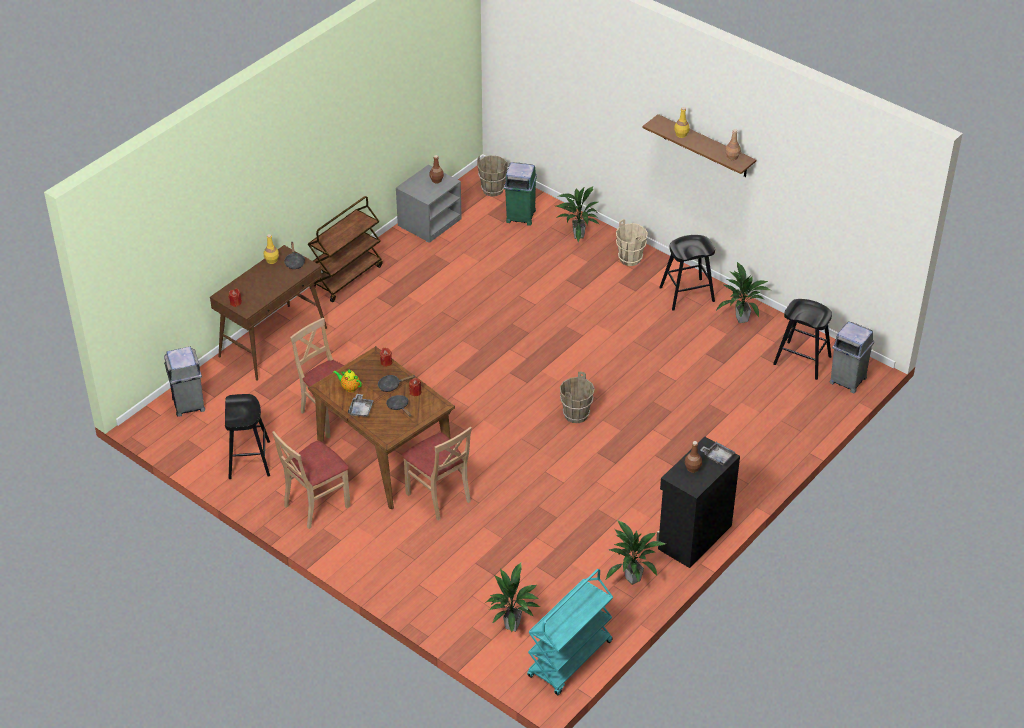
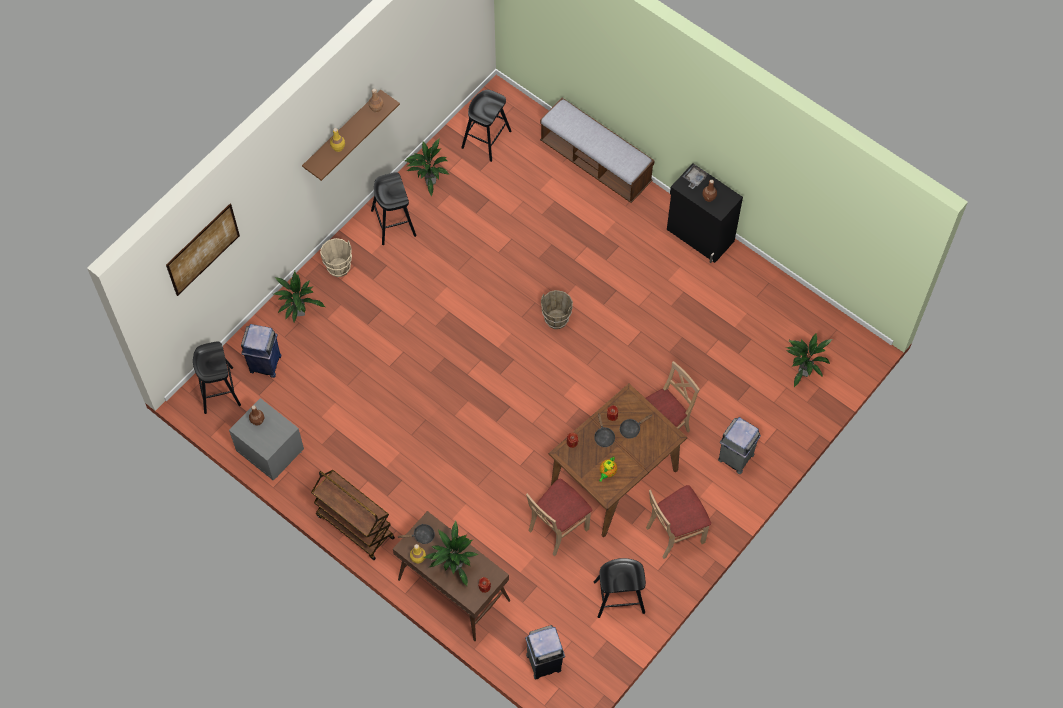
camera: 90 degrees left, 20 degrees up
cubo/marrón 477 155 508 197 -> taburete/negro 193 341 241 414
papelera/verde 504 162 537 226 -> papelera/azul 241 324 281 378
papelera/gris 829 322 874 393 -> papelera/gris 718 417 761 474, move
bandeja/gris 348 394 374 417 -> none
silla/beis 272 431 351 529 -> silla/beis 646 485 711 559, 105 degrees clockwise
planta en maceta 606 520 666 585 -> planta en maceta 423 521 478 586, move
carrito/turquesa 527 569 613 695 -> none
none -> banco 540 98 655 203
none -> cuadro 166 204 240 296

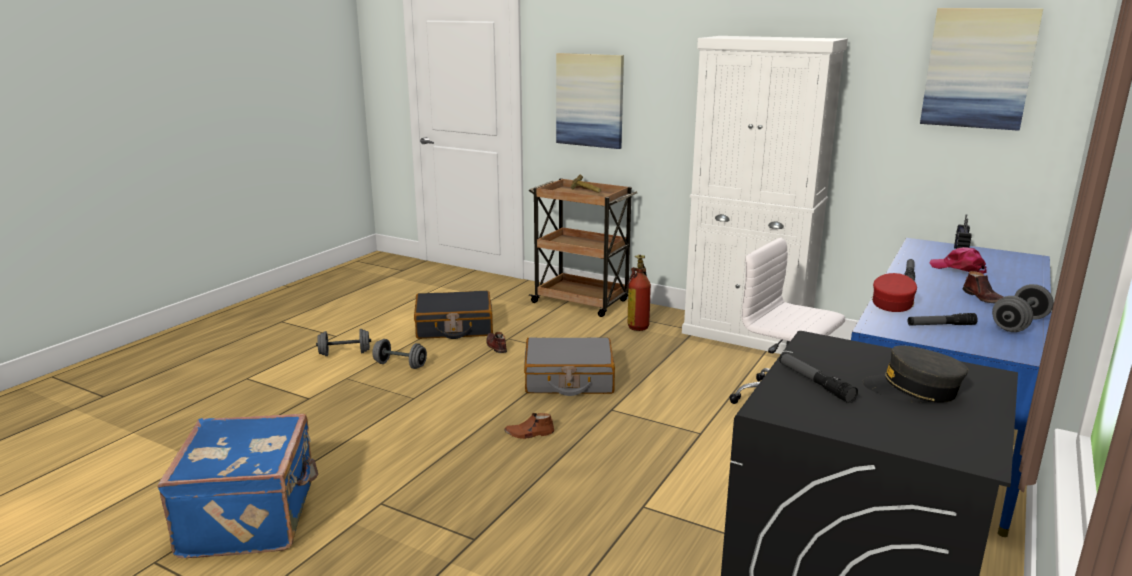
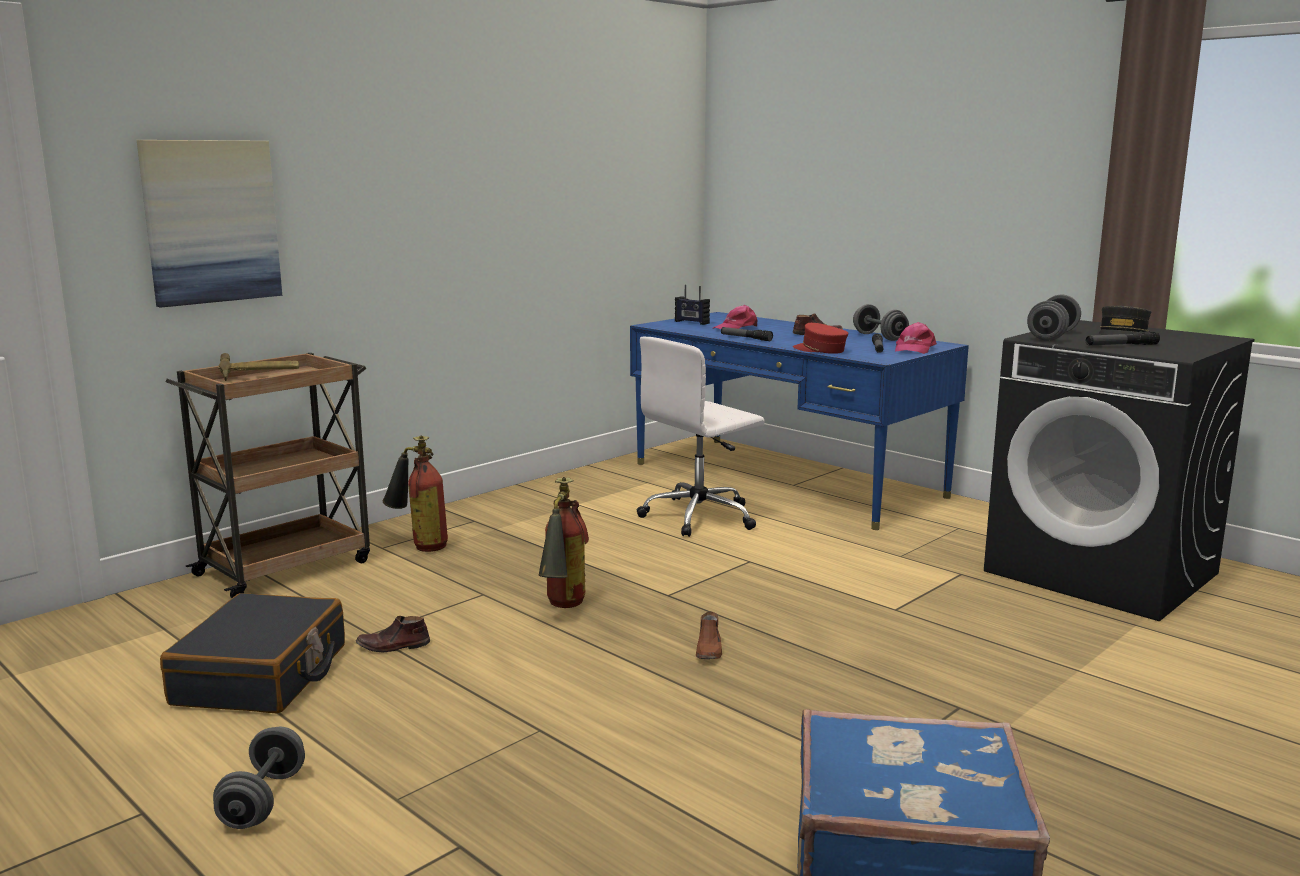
camera: 75 degrees left, 5 degrees down
cuadro 920 8 1043 131 -> none
armario/blanco 682 36 848 354 -> none
maleta/gris 524 337 615 396 -> extintor 539 477 589 608
mancuerna/gris 372 339 427 369 -> mancuerna/gris 1027 295 1081 341, move
none -> gorra/rosa 895 322 937 354

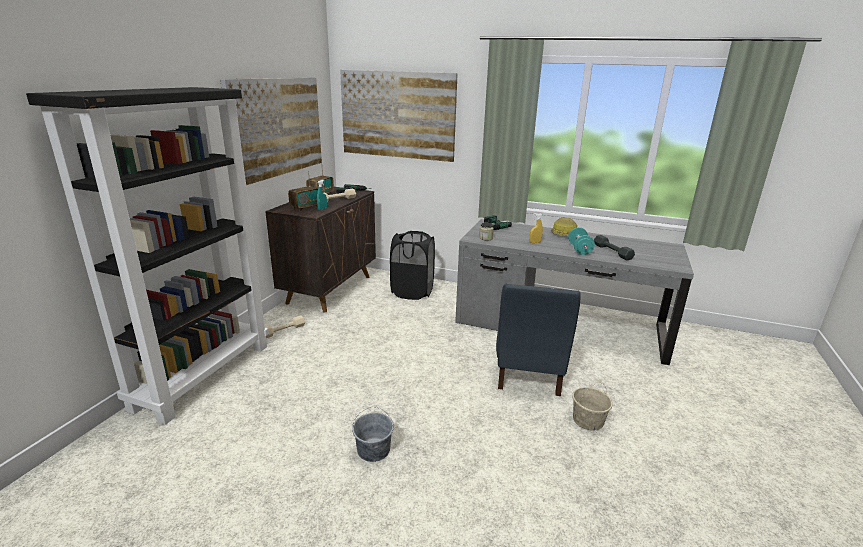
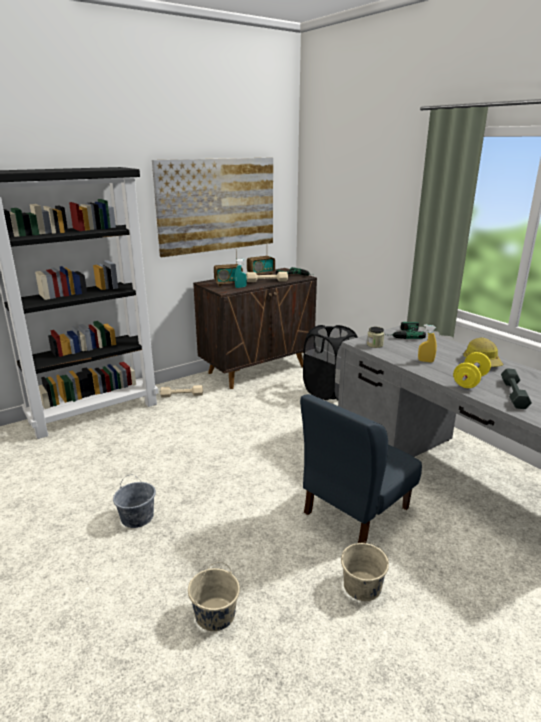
camera: 35 degrees right, 0 degrees up
cuadro 340 70 458 162 -> none
mancuerna/turquesa 568 227 595 255 -> mancuerna/amarillo 453 352 491 388
none -> cubo/beis 188 562 240 631

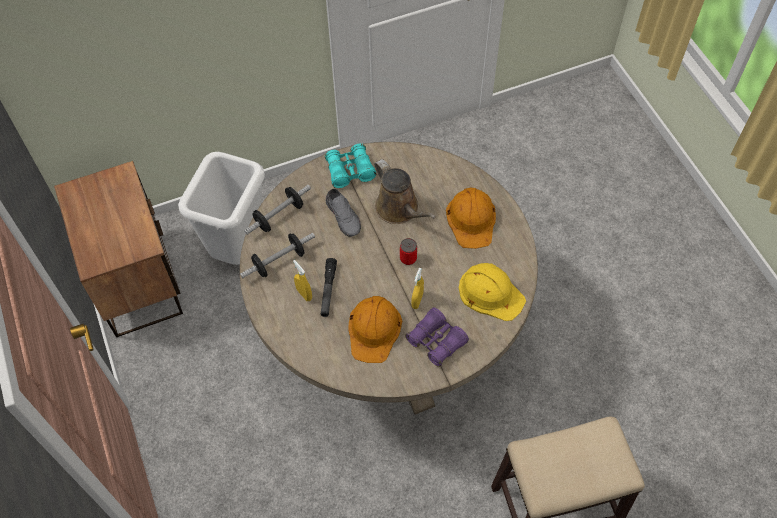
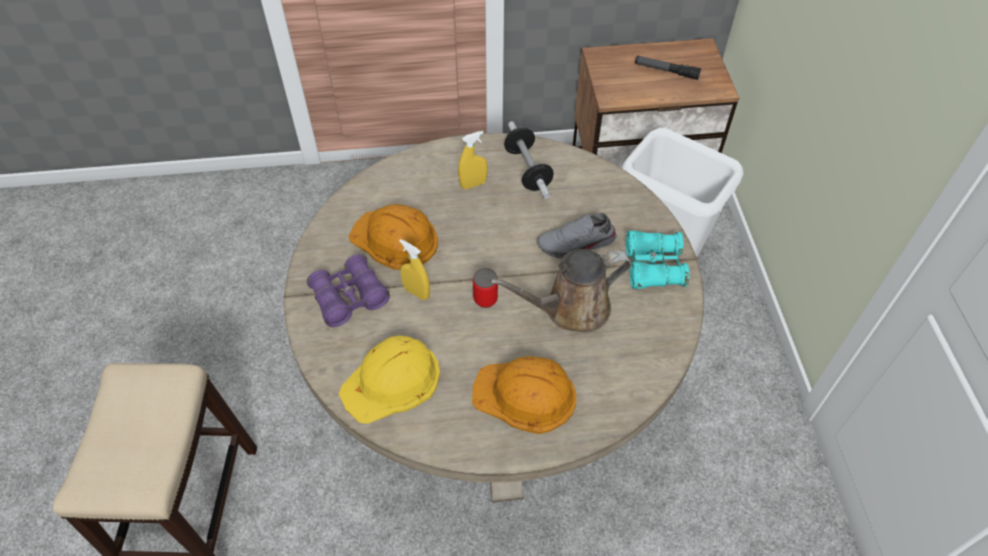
camera: 105 degrees right, 5 degrees down
mancuerna 244 185 311 235 -> none
linterna 321 258 337 317 -> linterna 635 56 701 80, move

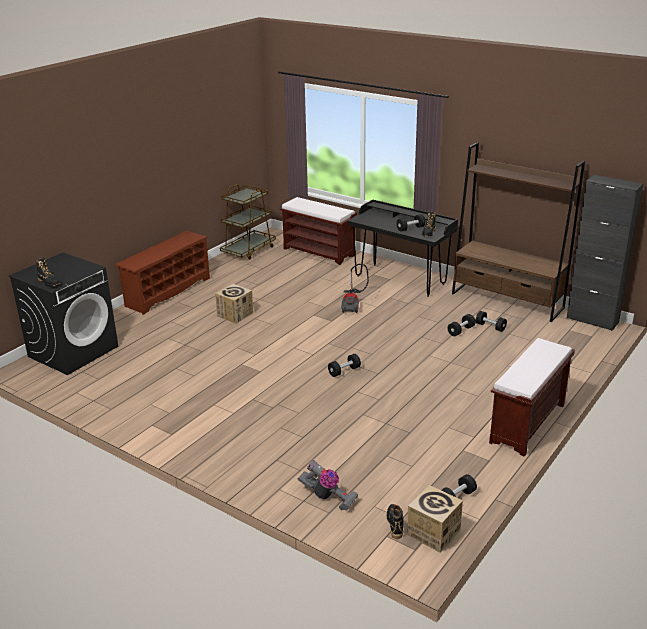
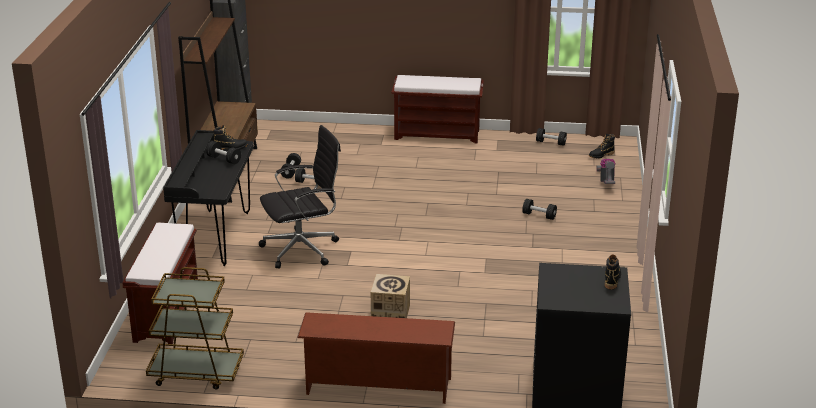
camera: 120 degrees left, 0 degrees up
aspiradora 341 264 369 313 -> silla de oficina/negro 259 125 341 268
mancuerna/negro 328 354 361 377 -> mancuerna/negro 522 199 557 220, move
caja de cartón 408 485 463 552 -> none

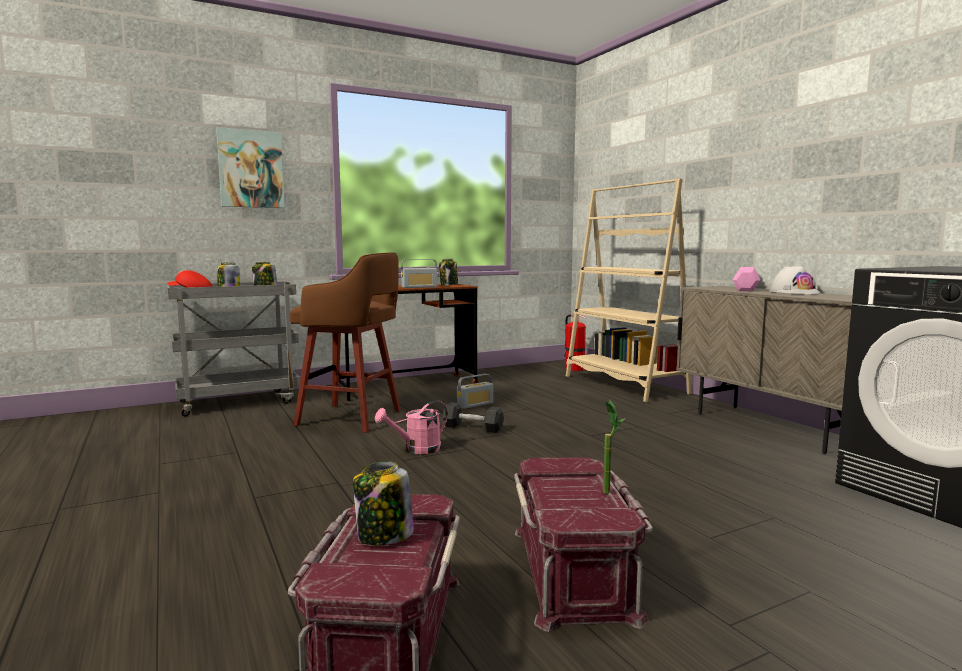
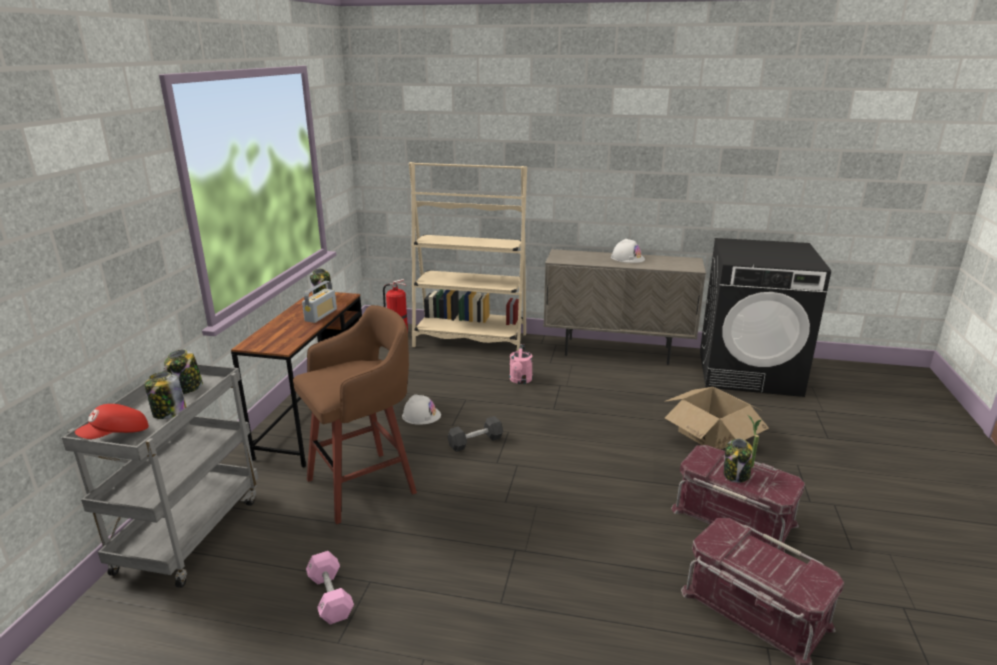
camera: 50 degrees left, 15 degrees up
cuadro 216 127 285 208 -> none
mancuerna/rosa 732 267 760 291 -> mancuerna/rosa 306 551 354 625, move
radio 457 374 493 409 -> casco/blanco 402 394 441 425
regadera/rosa 375 400 448 454 -> regadera/rosa 510 344 533 384, move
tarro 353 461 414 546 -> tarro 724 438 753 483, move
none -> caja de cartón 664 387 769 450

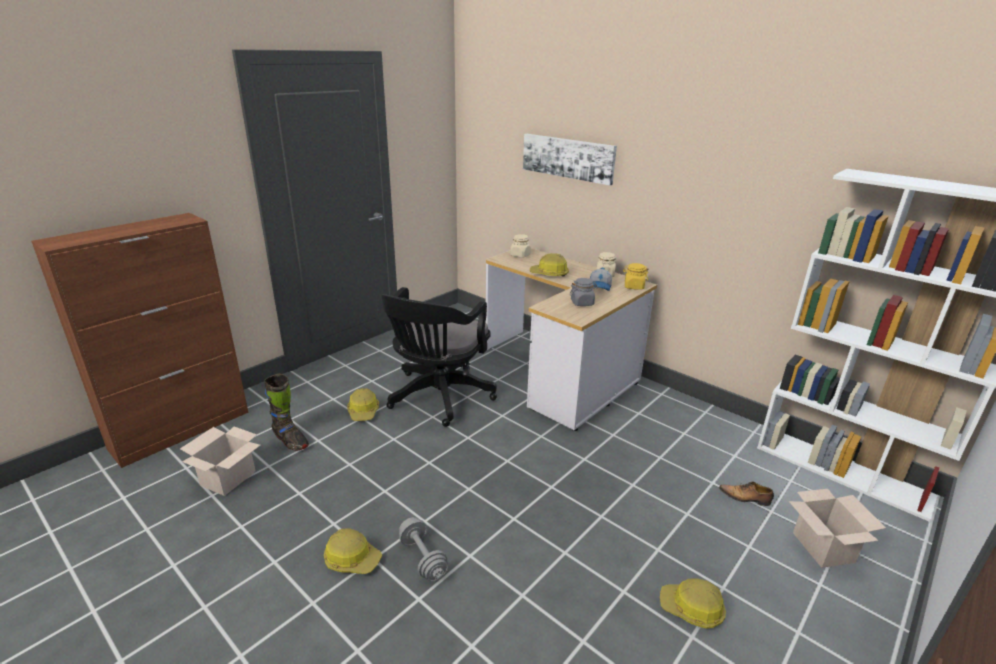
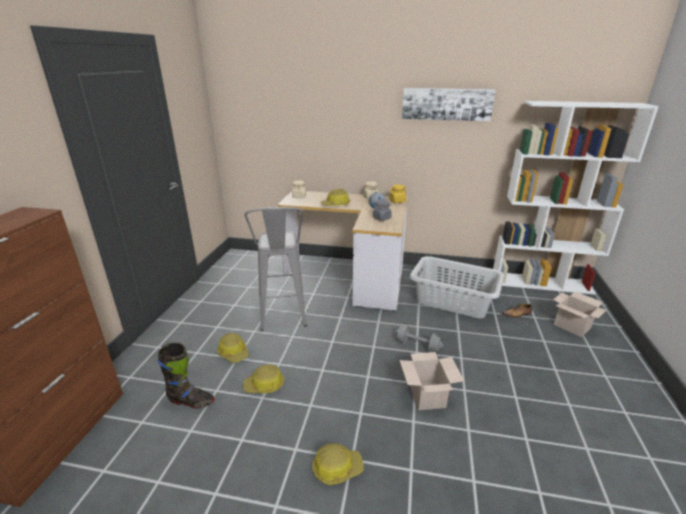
camera: 30 degrees left, 0 degrees up
cuadro 523 134 617 185 -> cuadro 402 88 496 121, move
silla de oficina/negro 381 287 497 427 -> taburete/gris 244 207 307 331
caja de cartón 180 426 260 496 -> caja de cartón 399 352 464 410, move
mancuerna/gris 399 517 448 582 -> mancuerna/gris 395 325 444 352, move
casco 660 578 726 629 -> casco 243 364 284 393, move
none -> cesto de la ropa/gris 410 256 504 319

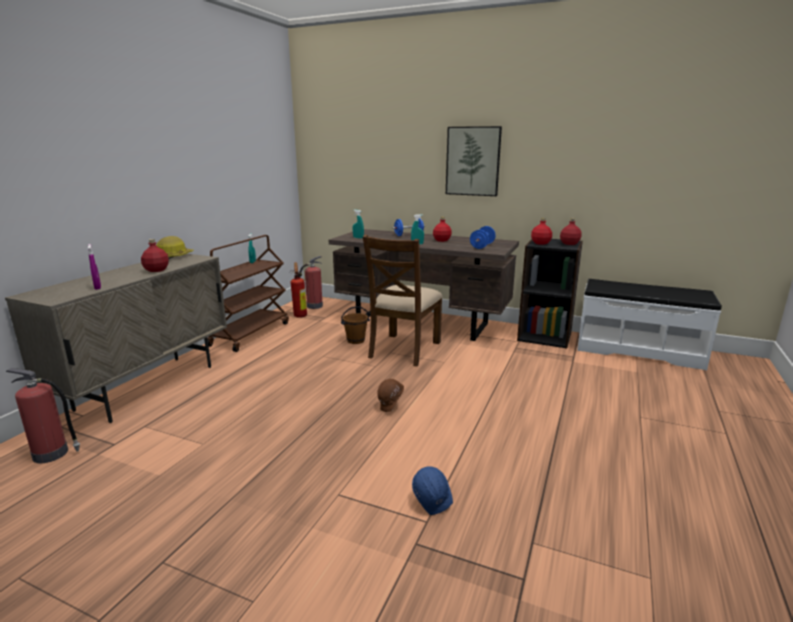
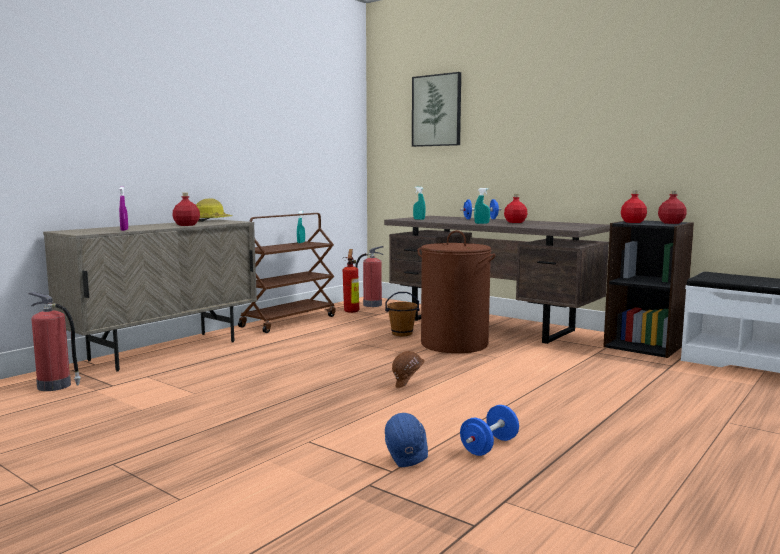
camera: 15 degrees right, 10 degrees down
cuadro 446 126 502 196 -> cuadro 412 72 461 147, move
mancuerna/azul 470 226 496 249 -> mancuerna/azul 460 405 519 456, move
silla/marrón 363 235 443 367 -> cesto de la ropa/marrón 417 230 496 353

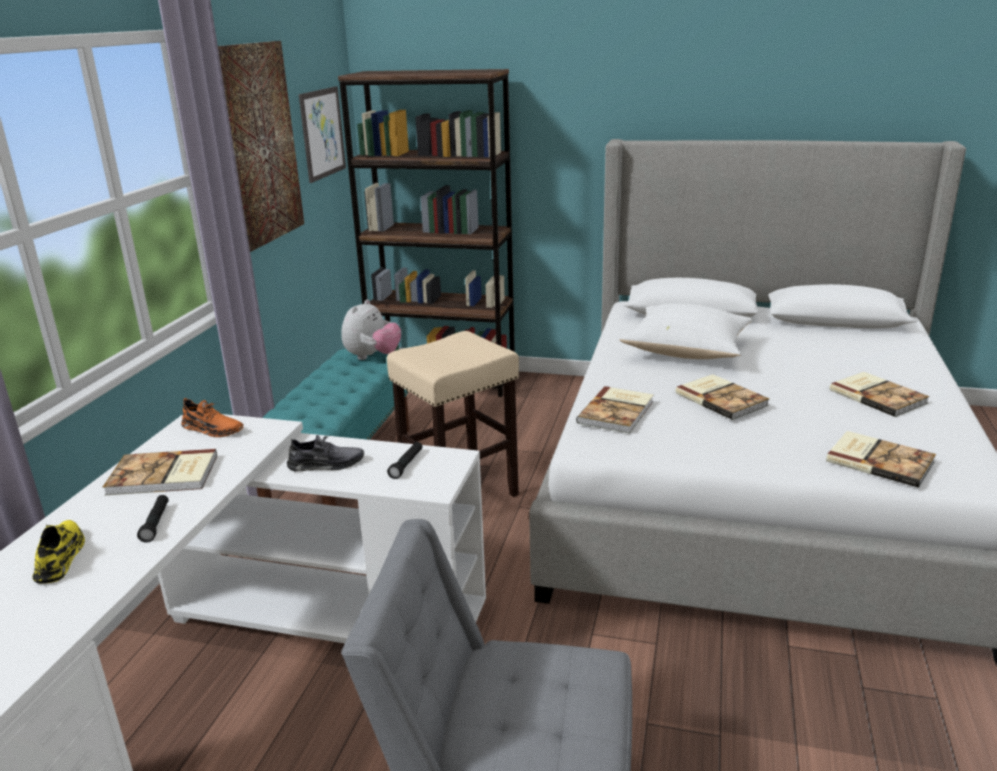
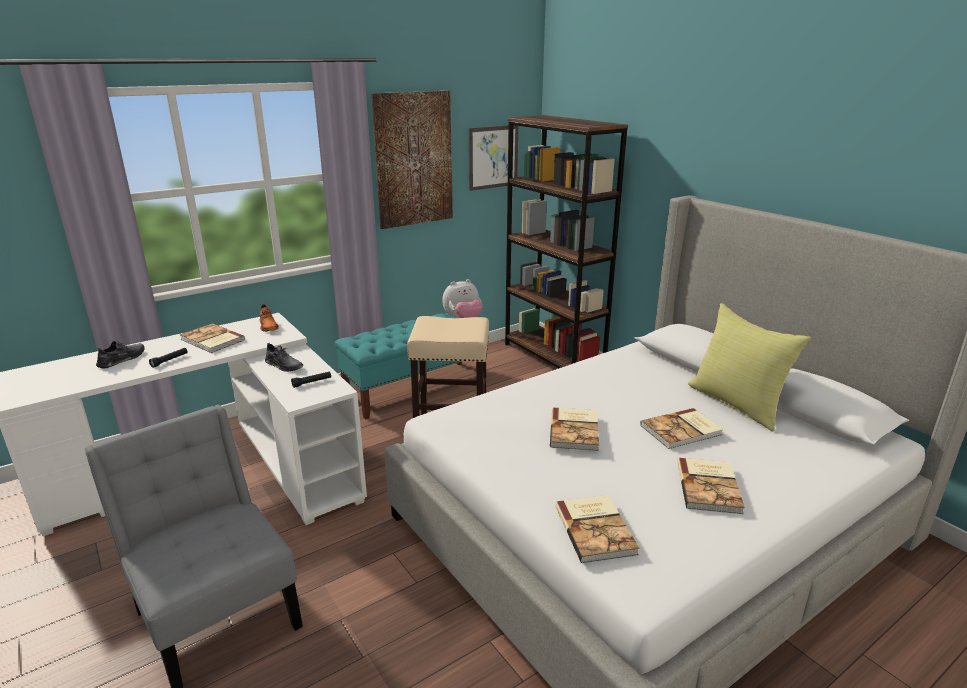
camera: 40 degrees right, 0 degrees up
cojín/blanco 619 303 753 359 -> none
libro 576 386 654 433 -> libro 640 408 723 449, move
zapato/amarillo 32 520 85 584 -> zapato/gris 96 340 145 369
none -> cojín/amarillo 688 303 811 432

